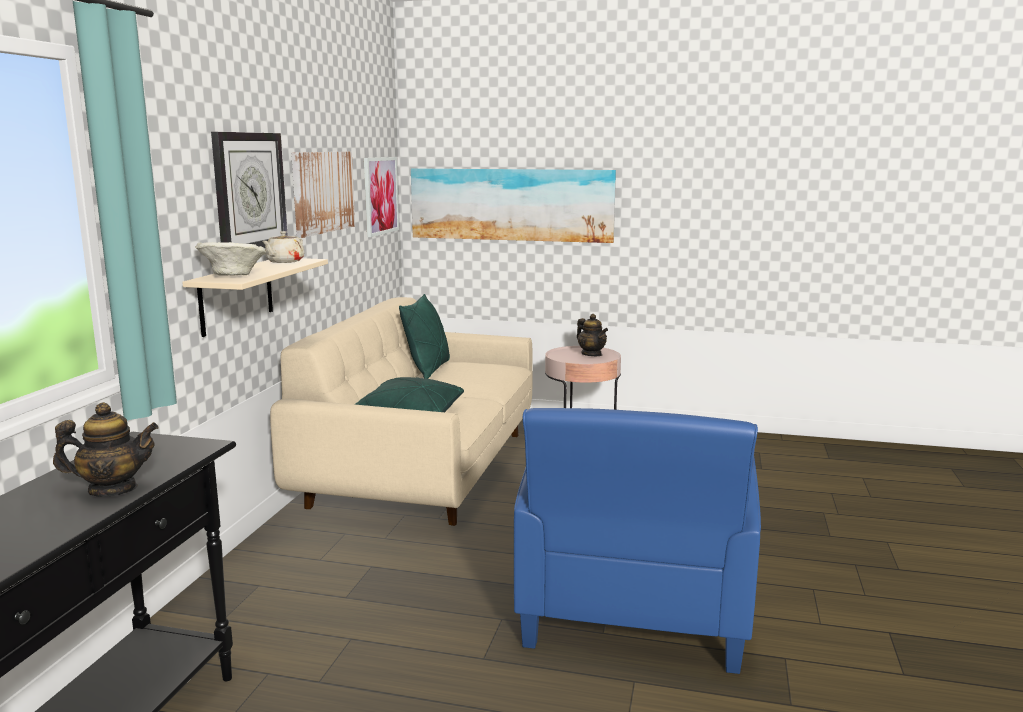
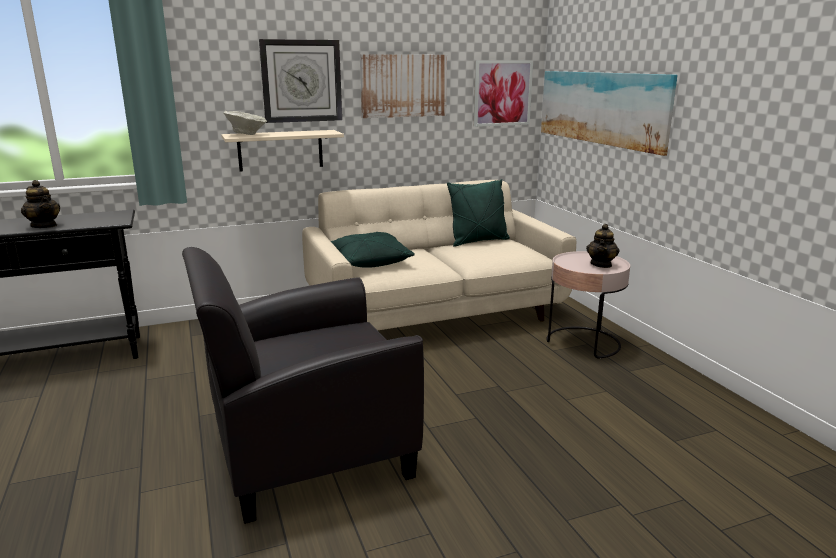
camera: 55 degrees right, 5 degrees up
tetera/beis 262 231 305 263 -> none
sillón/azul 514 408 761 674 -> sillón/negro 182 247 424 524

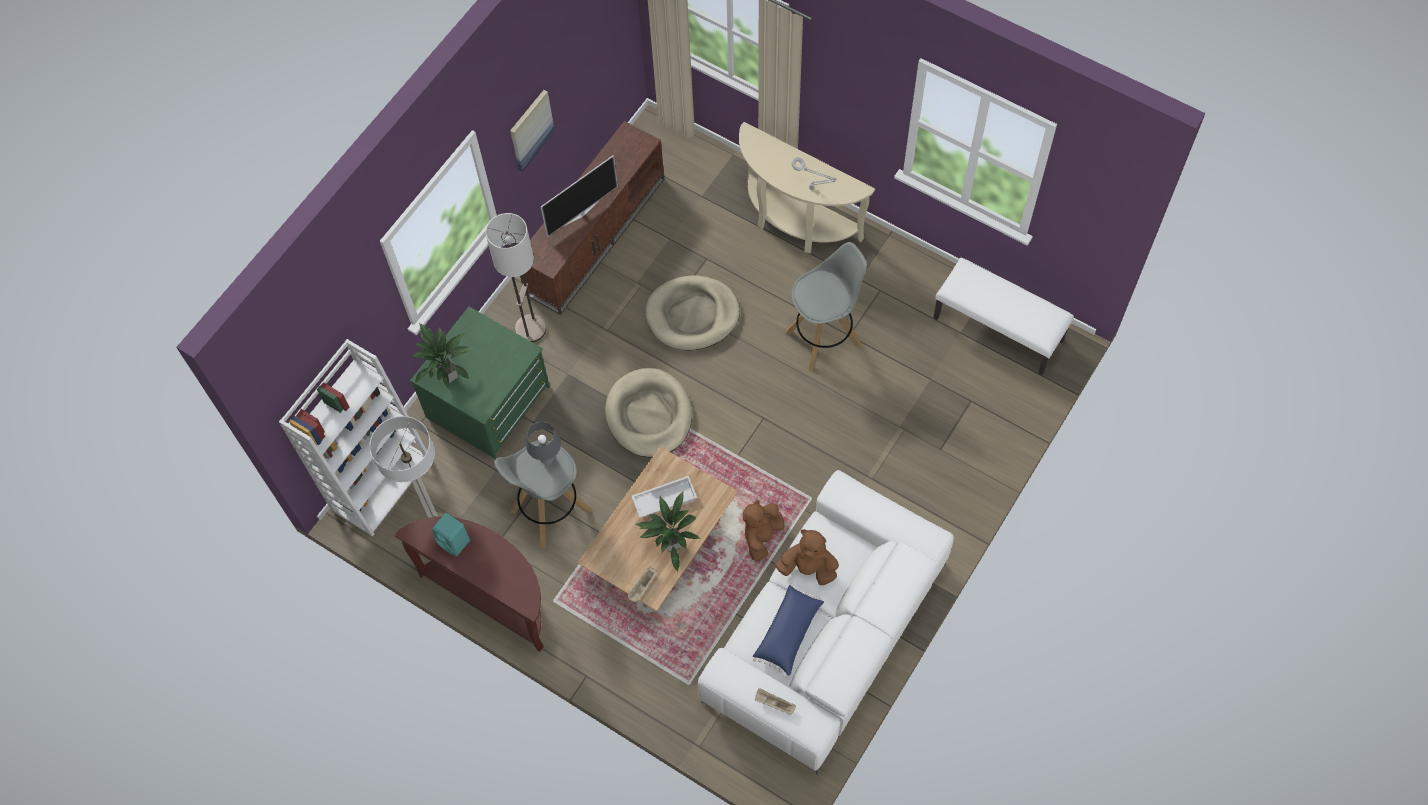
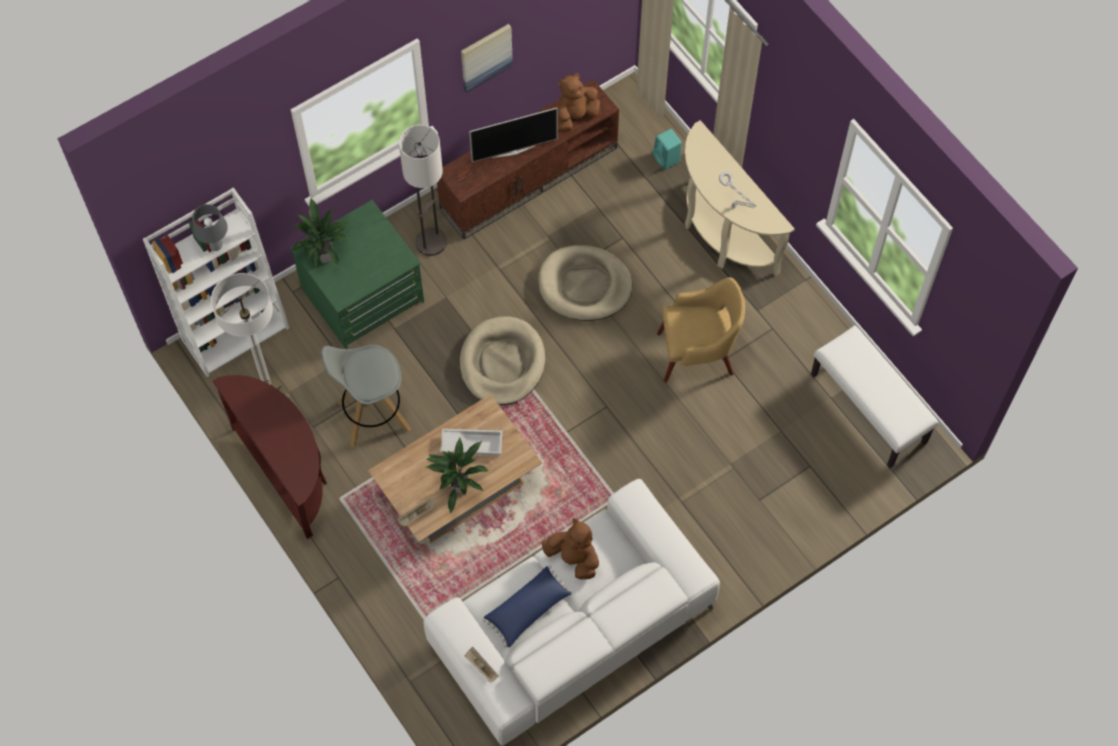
camera: 20 degrees right, 0 degrees up
taburete/gris 785 242 867 371 -> sillón/amarillo 657 277 745 382
lámpara de mesa/gris 526 422 561 465 -> lámpara de mesa/gris 192 204 228 251, move
peluche/marrón 743 500 784 561 -> peluche/marrón 558 73 600 132, move
altavoz/turquesa 432 513 470 557 -> altavoz/turquesa 653 129 682 170, move

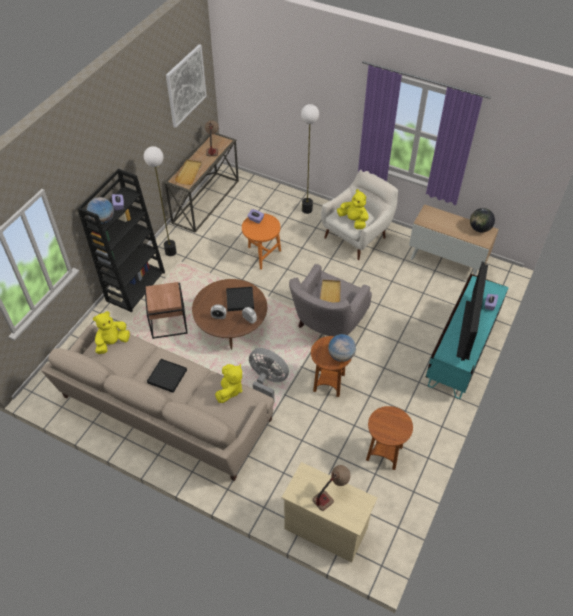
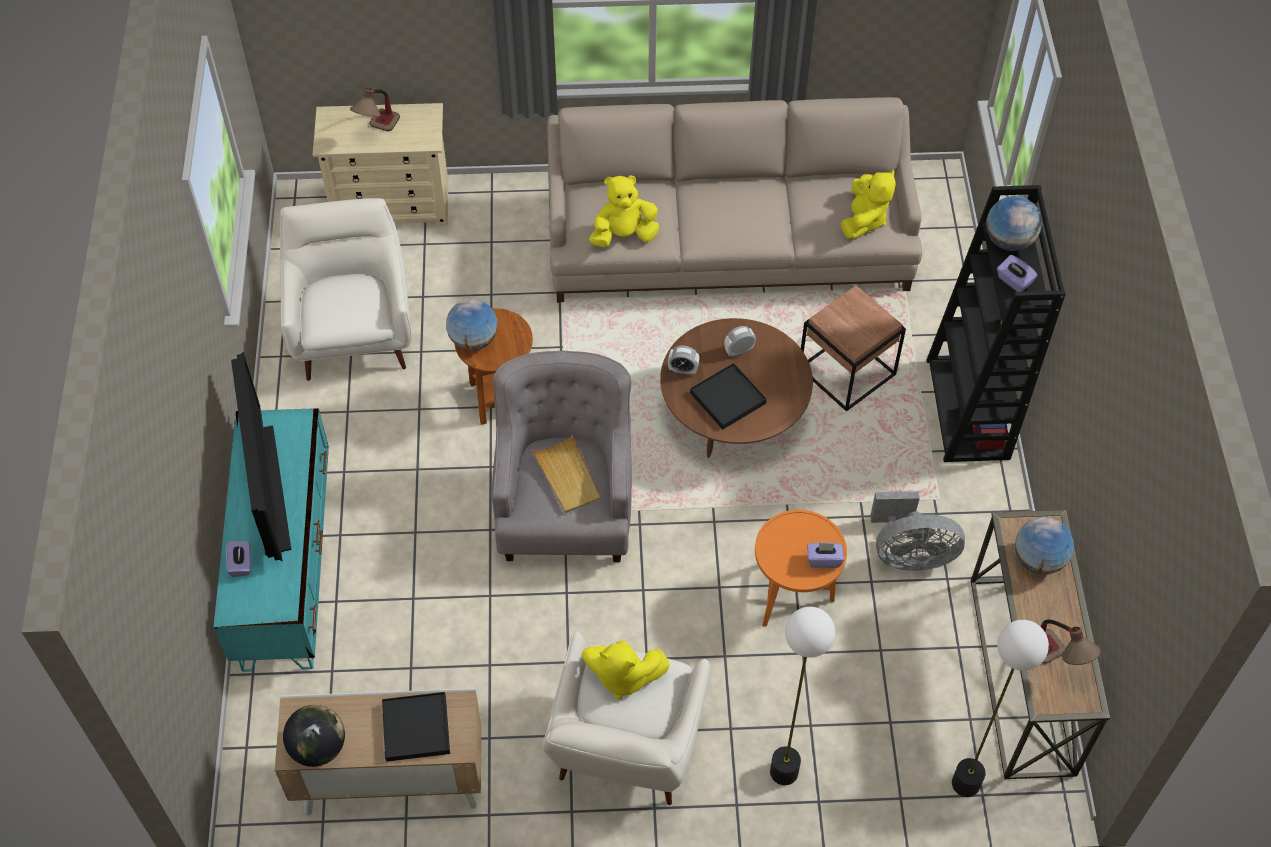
camera: 150 degrees right, 5 degrees up
cuadro 166 44 207 128 -> none
lámpara de pie 144 146 177 256 -> lámpara de pie 952 620 1049 797, move
bandeja/beis 174 159 202 185 -> globo terráqueo 1015 517 1074 575
ventilador/gris 249 348 289 399 -> ventilador/gris 870 491 965 571, move
bandeja/negro 147 359 187 393 -> bandeja/negro 382 692 450 762, move
peluche/amarillo 215 364 242 403 -> peluche/amarillo 589 175 659 247, 90 degrees clockwise
mesa auxiliar/marrón 366 406 413 470 -> sillón/blanco 280 198 412 381

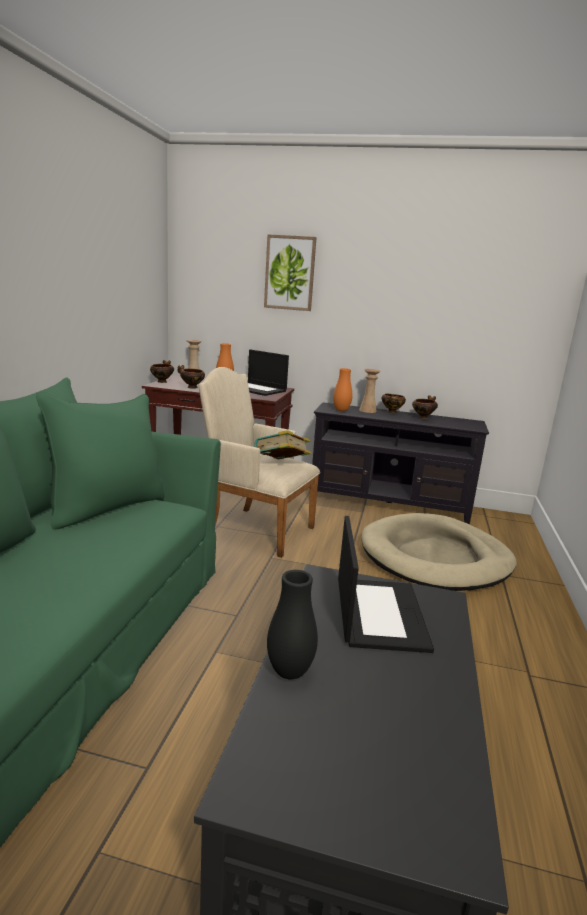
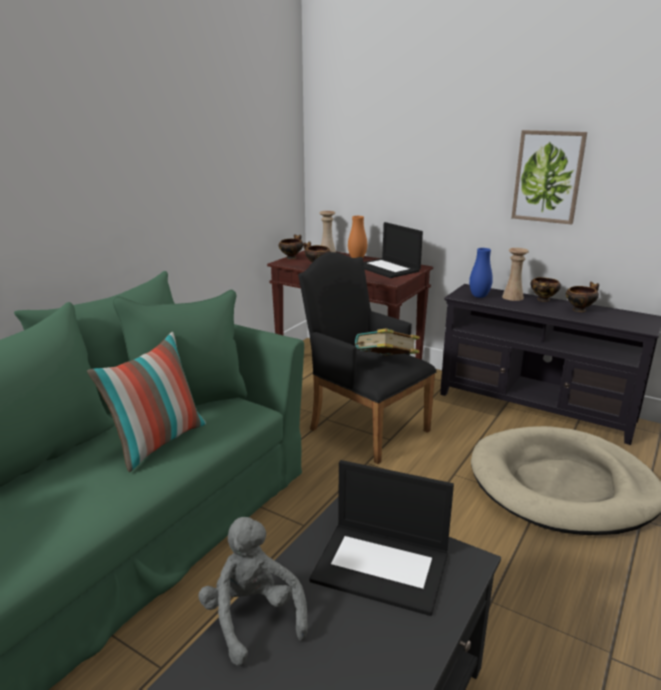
camera: 20 degrees right, 5 degrees up
cuadro 264 234 317 311 -> cuadro 511 130 587 225, move
sillón/beis 199 367 320 558 -> sillón/negro 298 252 437 464
florero/naranja 333 368 353 411 -> florero/azul 469 248 493 298
portátil 338 516 434 653 -> portátil 310 460 454 616, 90 degrees clockwise
florero/negro 267 570 318 679 -> peluche/gris 198 517 308 665
none -> cojín 87 332 206 472

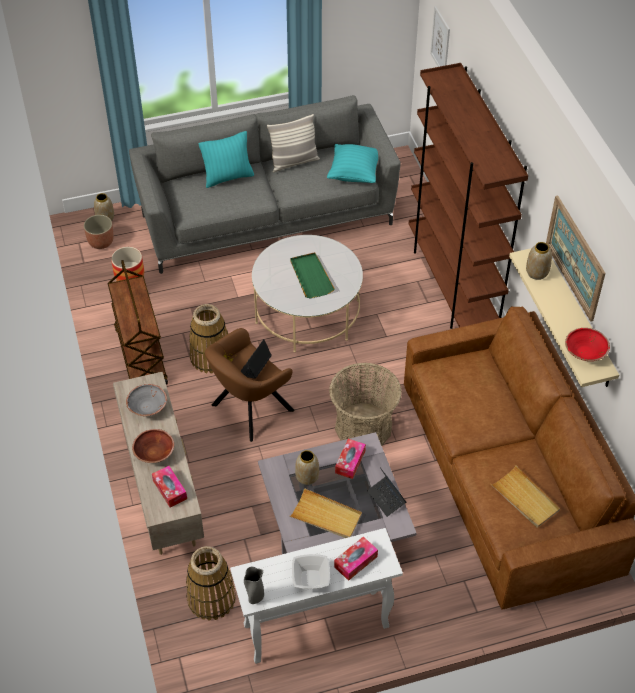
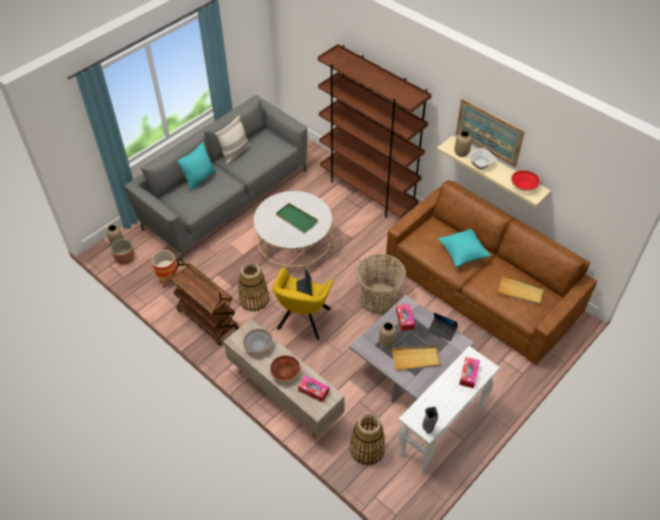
camera: 30 degrees left, 0 degrees up
cuadro 430 6 450 67 -> none
cojín/turquesa 327 144 378 183 -> cojín/turquesa 439 229 491 267, move
sillón/marrón 205 328 294 442 -> sillón/amarillo 272 268 333 340
cuenco 292 554 330 589 -> cuenco 468 148 497 170, move

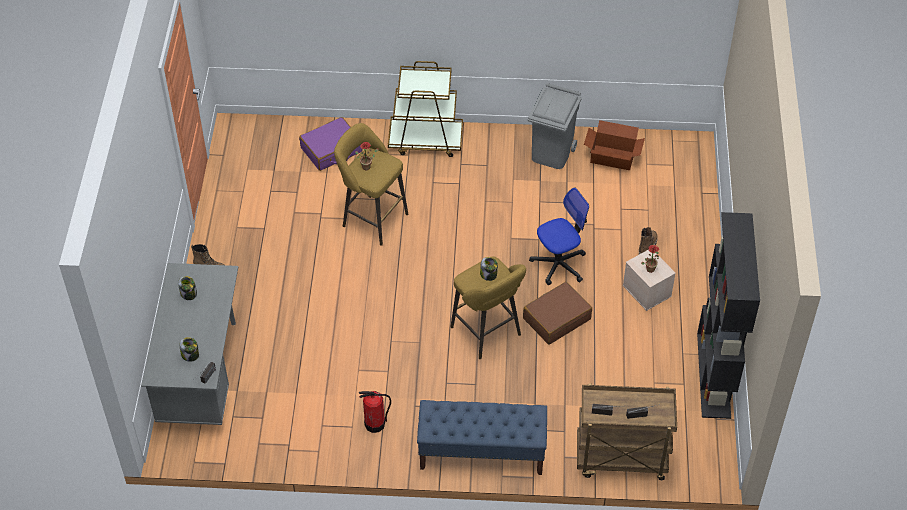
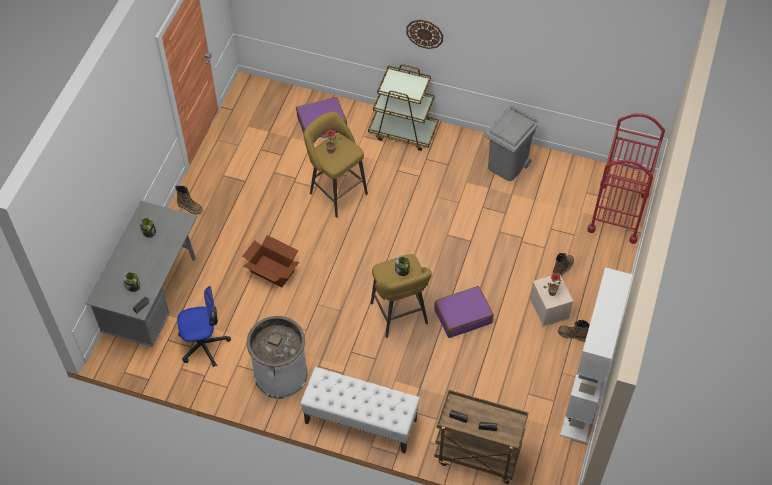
camera: 15 degrees right, 5 degrees up
caja de cartón 584 120 645 170 -> caja de cartón 243 235 299 287, move
silla de oficina 529 188 589 285 -> silla de oficina 178 286 231 367, move
estantería/negro 697 212 760 419 -> estantería/blanco 560 267 633 442
maleta/marrón 523 282 592 345 -> maleta/morado 434 286 494 338
extintor 359 391 391 433 -> papelera/blanco 247 316 308 399
banco/azul 417 400 547 475 -> banco/blanco 300 367 420 453
none -> reloj de pared 406 20 443 49
none -> carrito/rojo 588 113 665 244
none -> bota 558 320 590 342

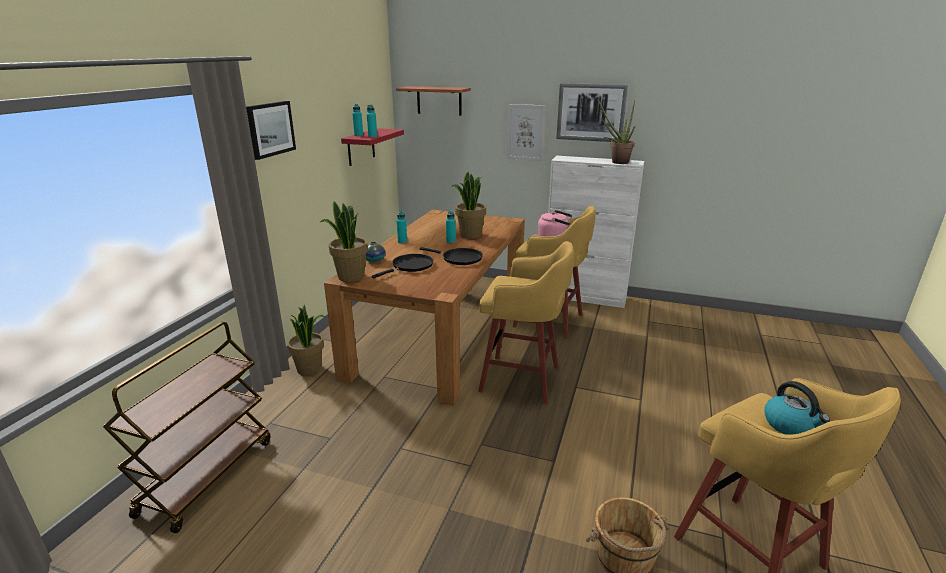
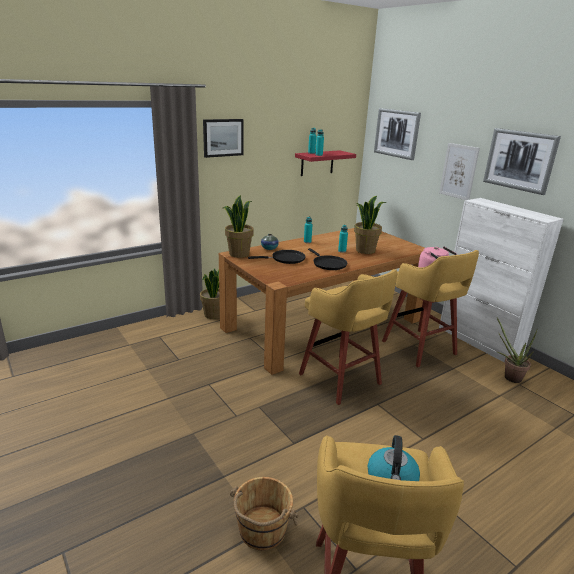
camera: 35 degrees right, 0 degrees up
estante 396 86 471 115 -> cuadro 374 108 421 160
planta en maceta 598 100 636 164 -> planta en maceta 497 317 538 383, move
carrito/marrón 103 322 271 533 -> none

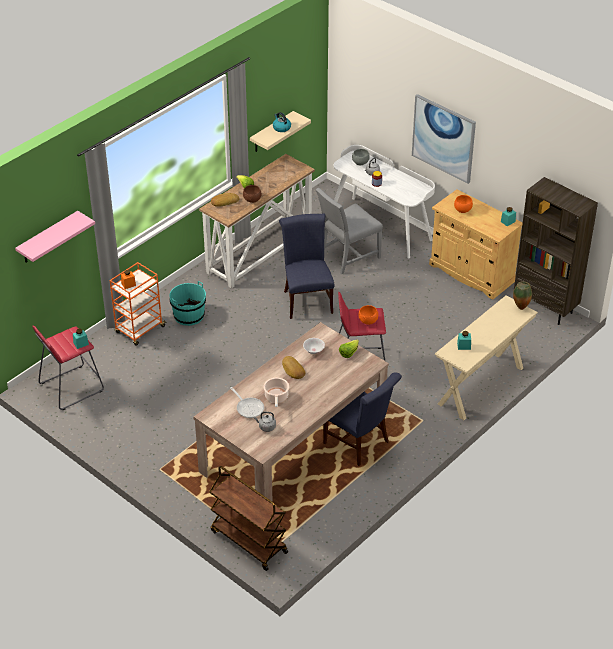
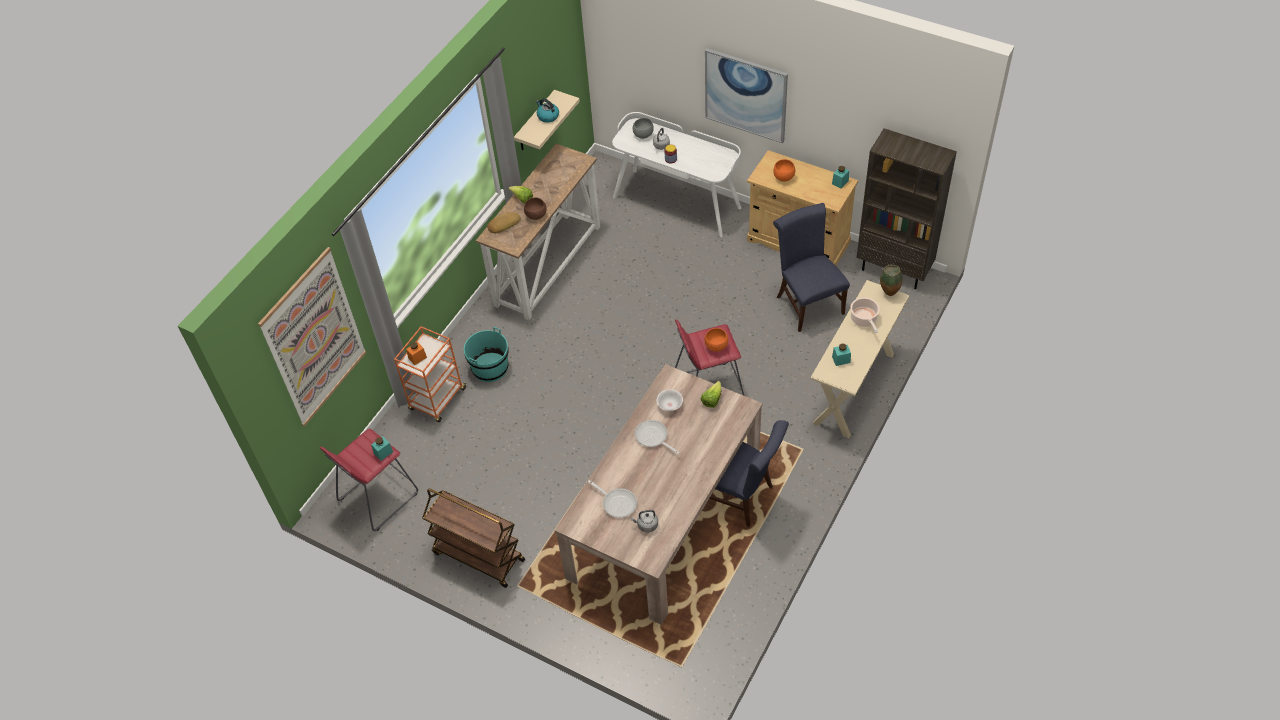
camera: 10 degrees left, 10 degrees up
silla/gris 316 188 383 274 -> none
estante/rosa 15 211 95 262 -> cuadro 258 247 366 426
silla/azul 279 214 334 319 -> silla/azul 773 203 850 332, move
pan 282 356 305 379 -> sartén 635 420 680 454
olla 263 377 289 407 -> olla 850 297 880 333, move
carrito/marrón 209 466 288 571 -> carrito/marrón 422 488 525 588, move

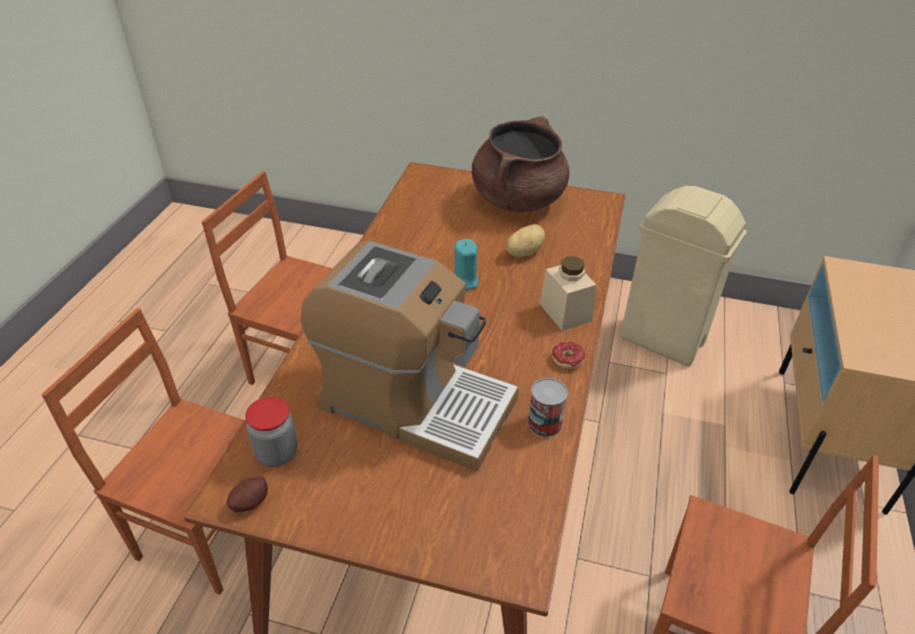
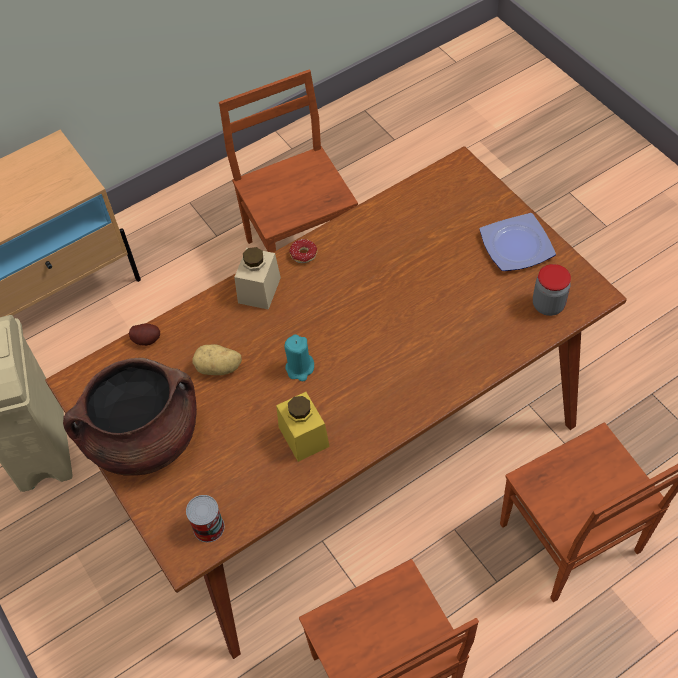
camera: 135 degrees left, 15 degrees up
cafetera 301 241 519 471 -> none
lata 528 378 568 438 -> lata 186 495 225 542, move
patata 227 476 268 512 -> patata 129 323 160 346, move
none -> plato 479 213 556 271
none -> tarro/amarillo 276 392 330 462

